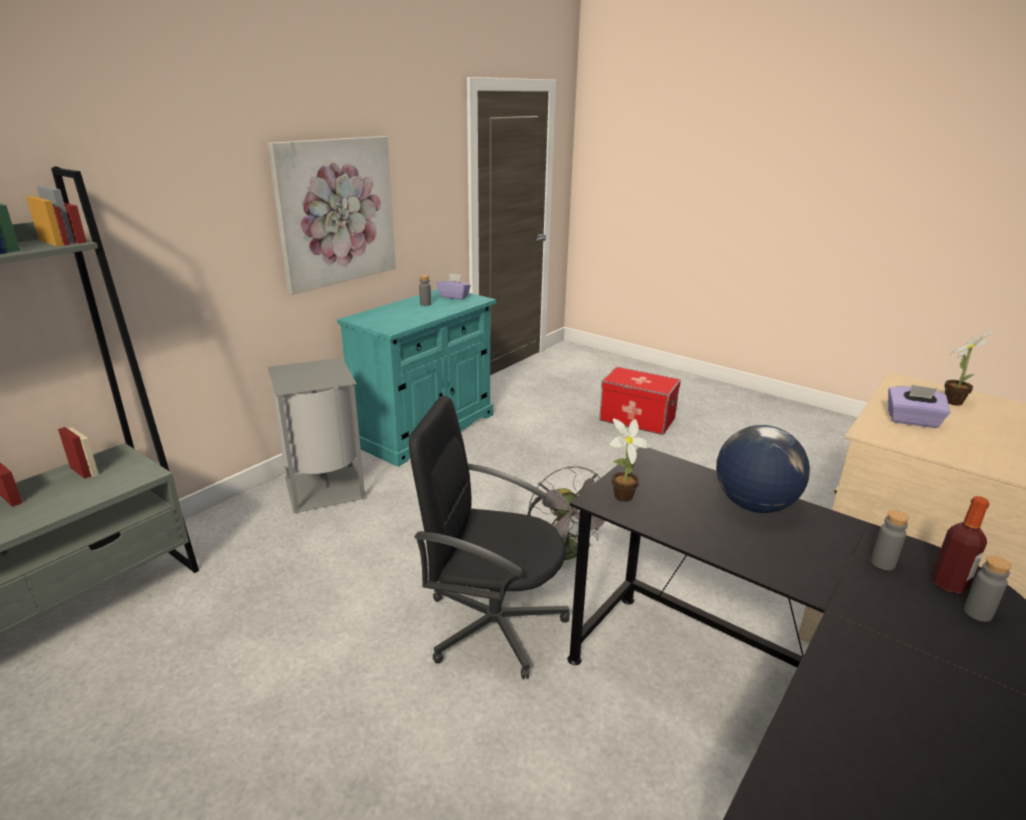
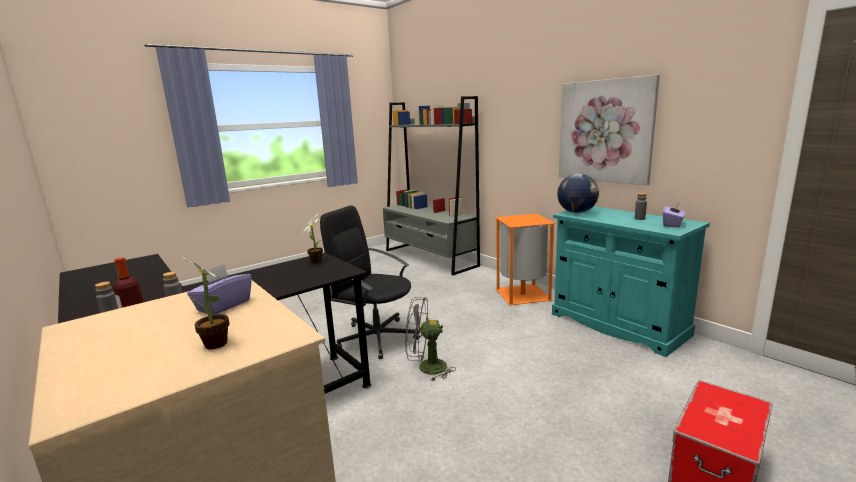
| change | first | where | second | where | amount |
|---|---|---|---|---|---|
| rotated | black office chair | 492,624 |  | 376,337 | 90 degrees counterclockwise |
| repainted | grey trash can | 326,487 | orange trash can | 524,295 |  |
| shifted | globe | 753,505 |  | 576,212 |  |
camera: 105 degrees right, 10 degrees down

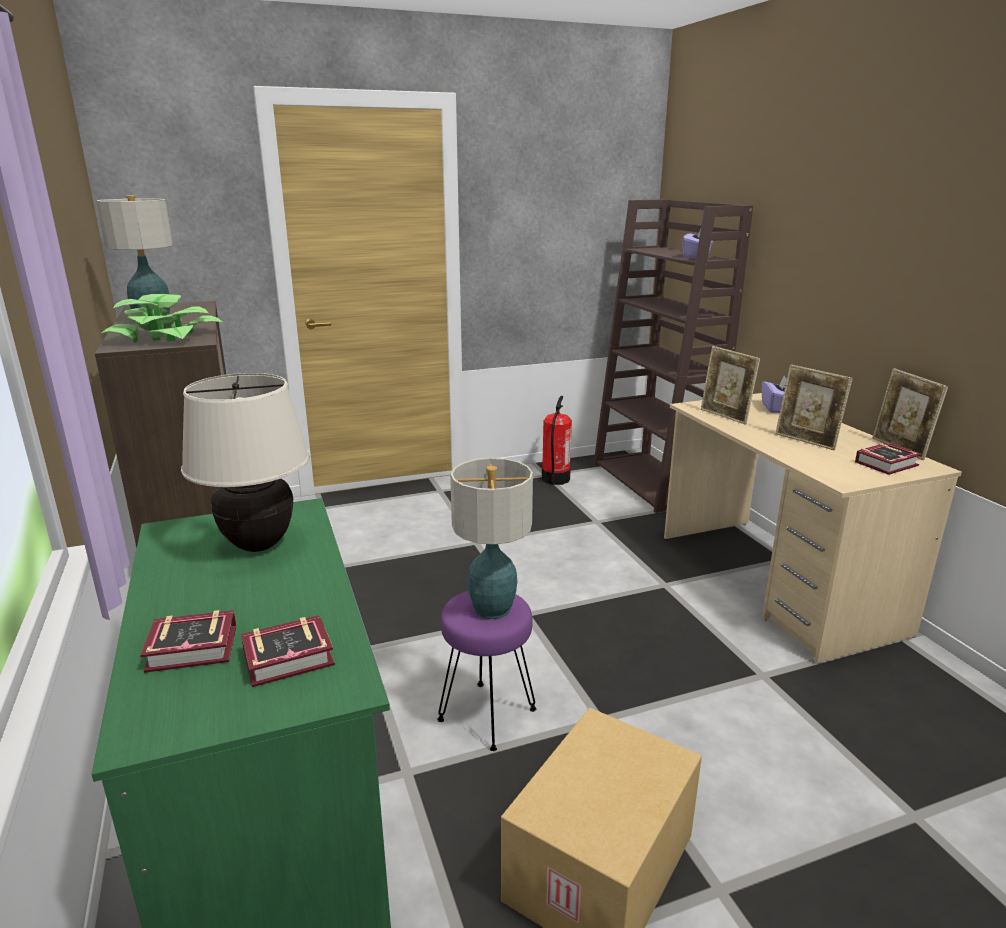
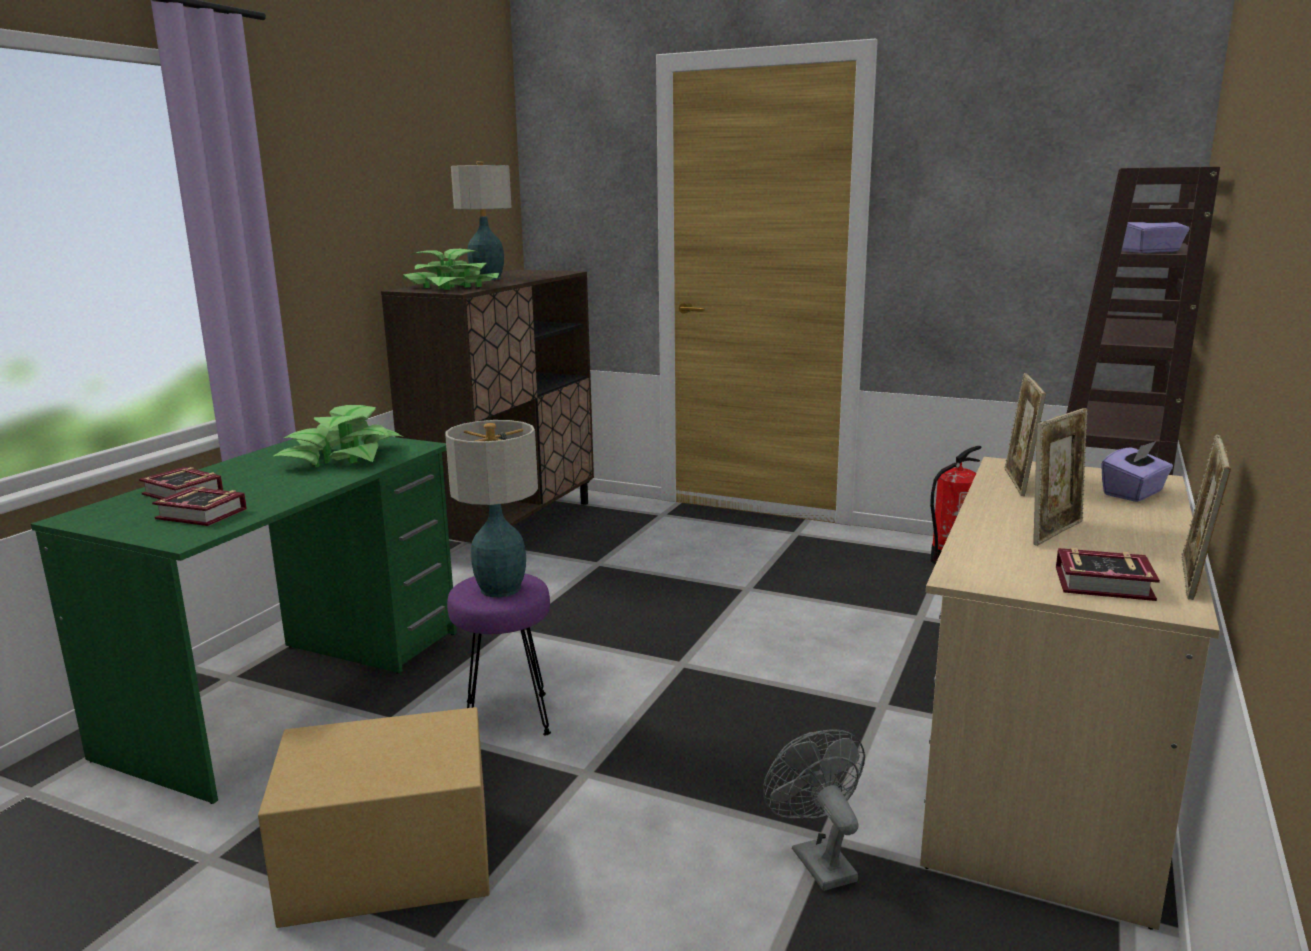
| change | first | where | second | where | amount |
|---|---|---|---|---|---|
| swapped | beige table lamp | 258,545 | potted plant | 342,457 |  |
| new |  |  | grey fan | 817,859 |  |
| rotated | picture frame | 806,441 |  | 1054,532 | 135 degrees counterclockwise |
camera: 45 degrees right, 5 degrees down

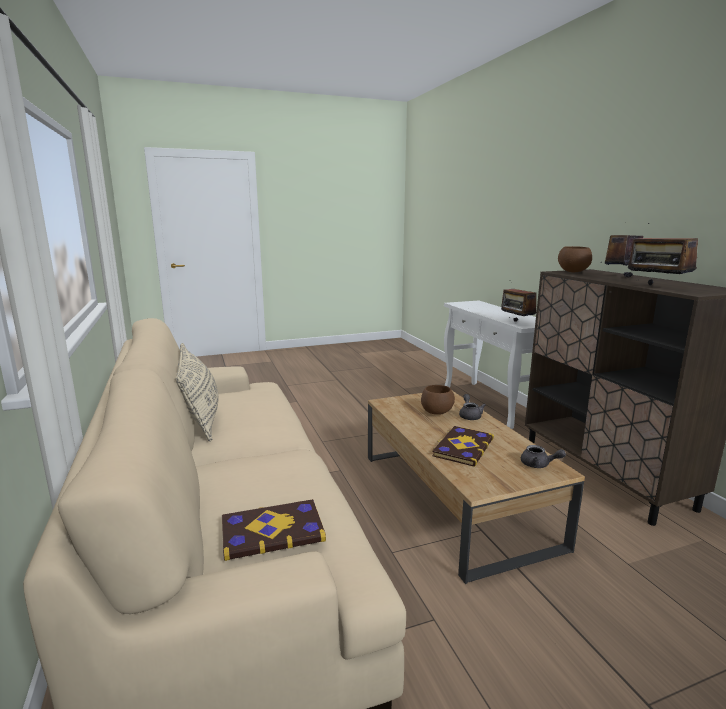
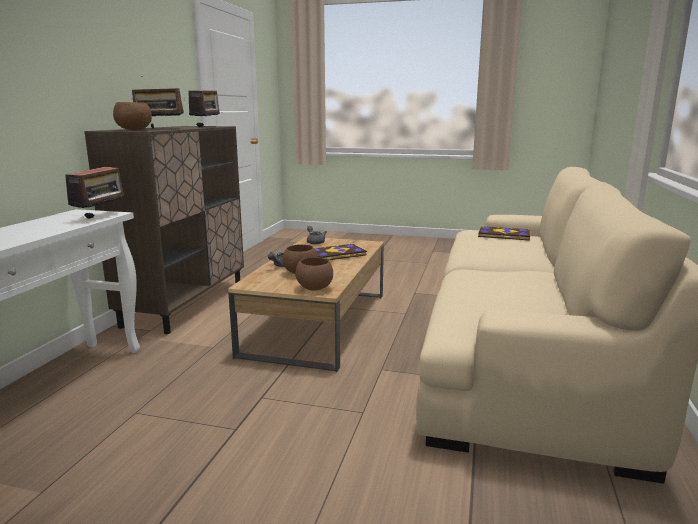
| change | first | where | second | where | amount |
|---|---|---|---|---|---|
| new |  |  | brown bowl | 314,289 |  |
| gone | beige pillow | 199,417 |  |  |  |
camera: 145 degrees left, 0 degrees up

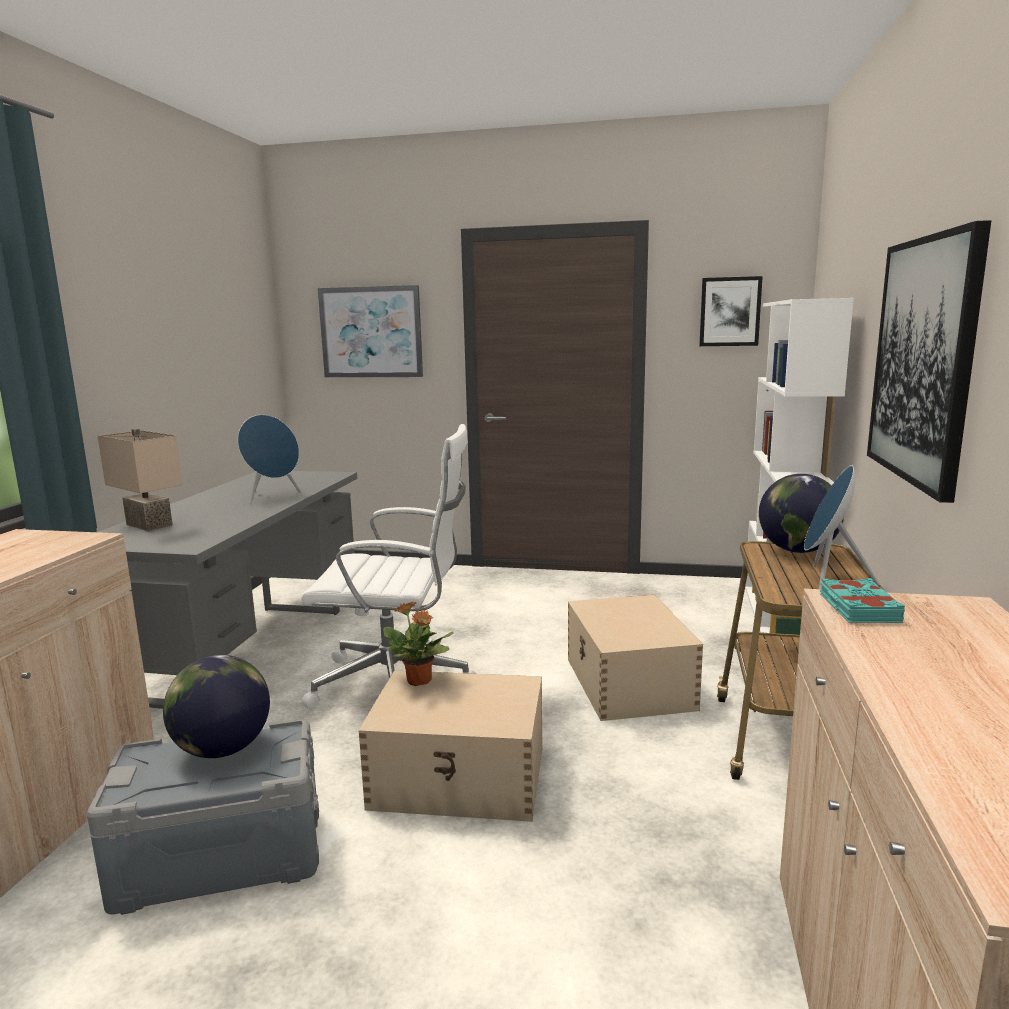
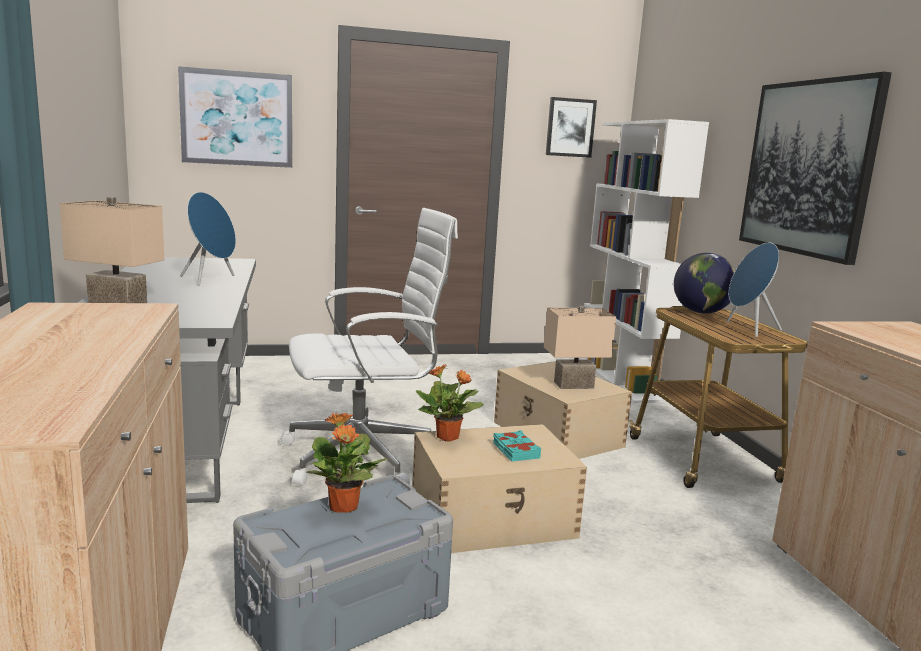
| change | first | where | second | where | amount |
|---|---|---|---|---|---|
| swapped | globe | 222,749 | potted plant | 343,507 |  |
| shifted | turquoise book | 858,608 |  | 515,451 |  |
| new |  |  | beige table lamp | 573,384 |  |
camera: 25 degrees left, 0 degrees up

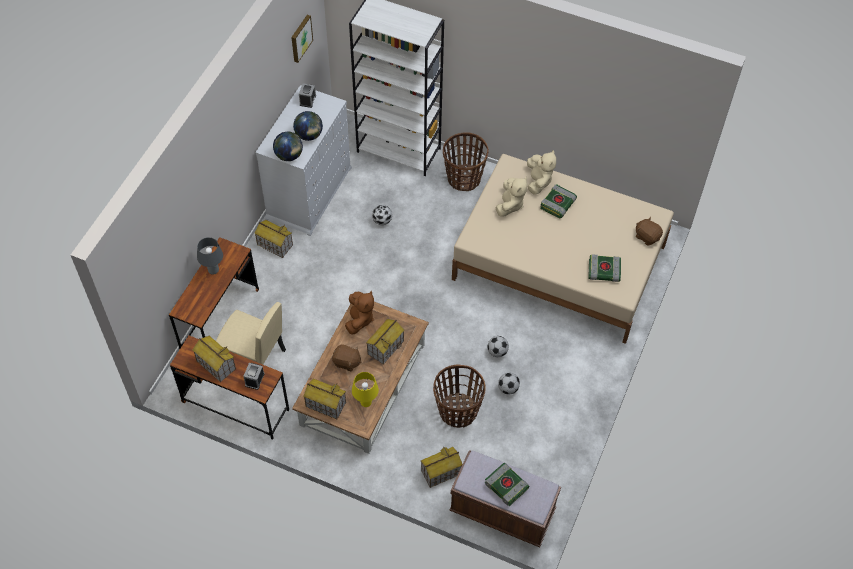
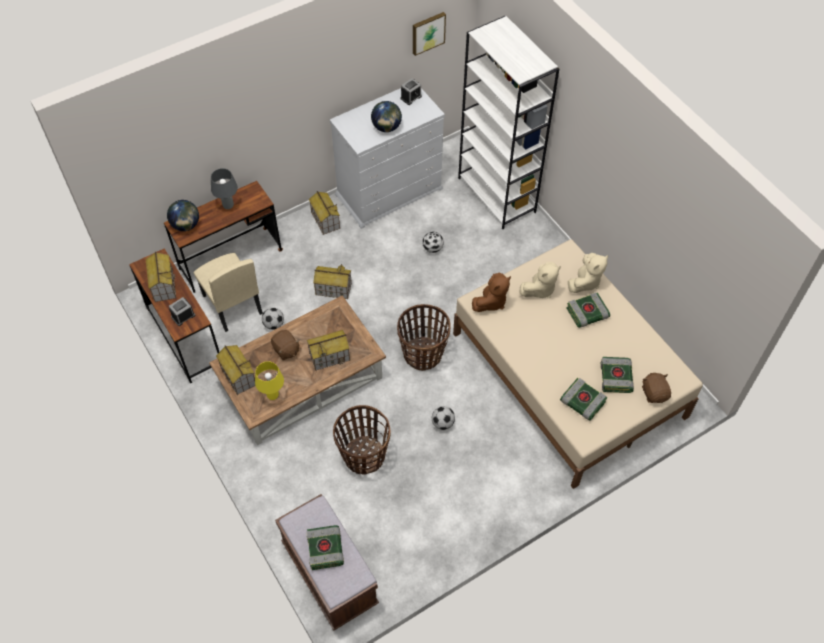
| change | first | where | second | where | amount |
|---|---|---|---|---|---|
| shifted | globe | 289,156 |  | 186,225 |  |
| shifted | football | 508,389 |  | 273,324 |  |
| shifted | toy house | 441,473 |  | 333,289 |  |
| shifted | basket | 463,178 |  | 423,354 |  |
| shifted | brown plush toy | 359,319 |  | 491,301 |  |
| new |  |  | book | 616,378 |  |
camera: 35 degrees right, 0 degrees up

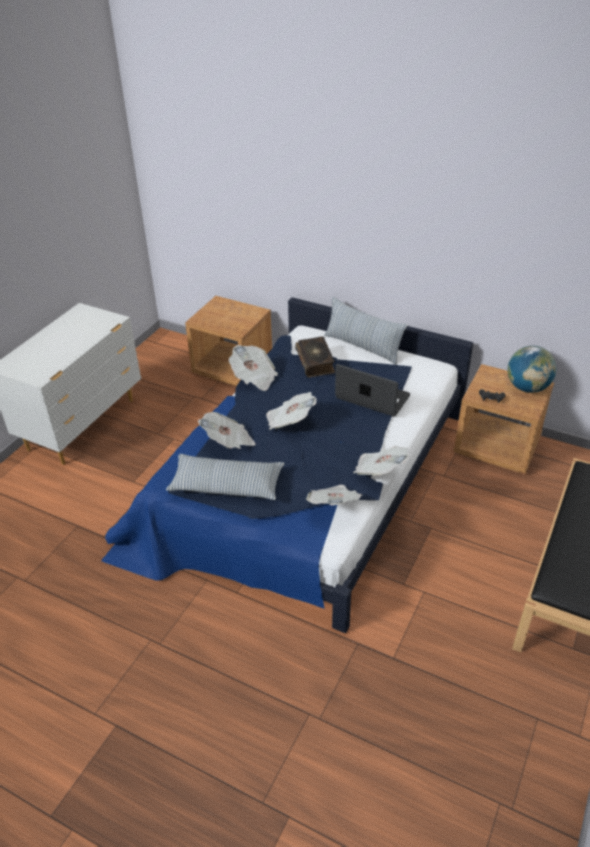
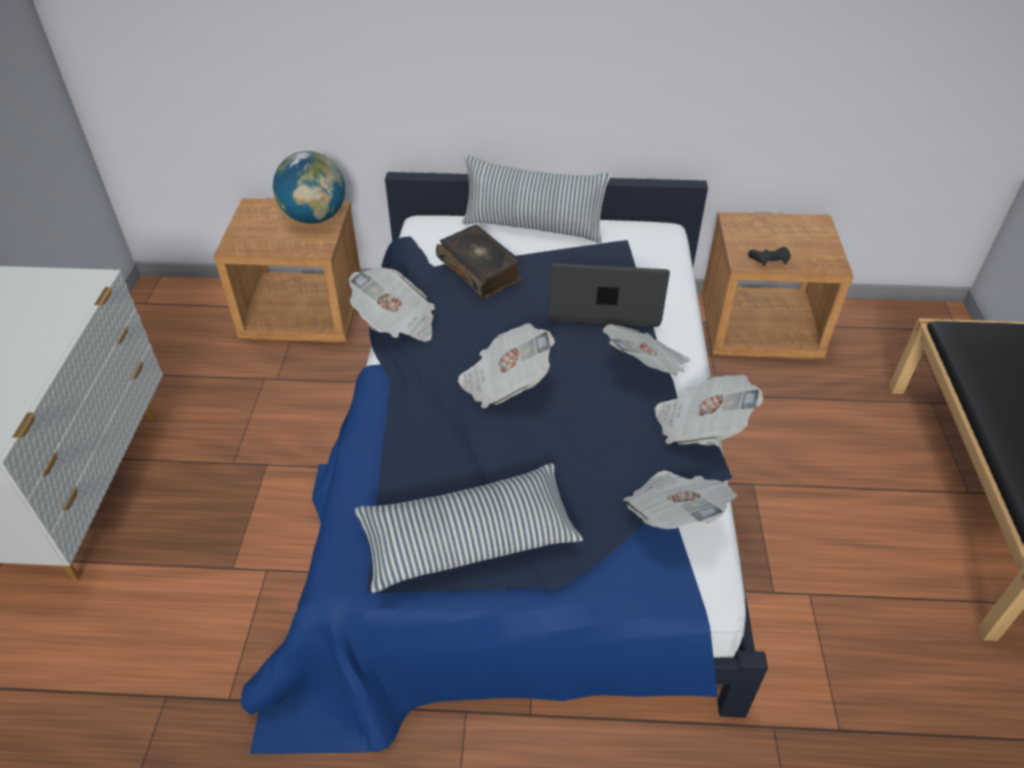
| change | first | where | second | where | amount |
|---|---|---|---|---|---|
| shifted | globe | 527,387 |  | 315,217 |  |
| shifted | newspaper | 228,442 |  | 646,367 |  |
camera: 25 degrees left, 5 degrees up

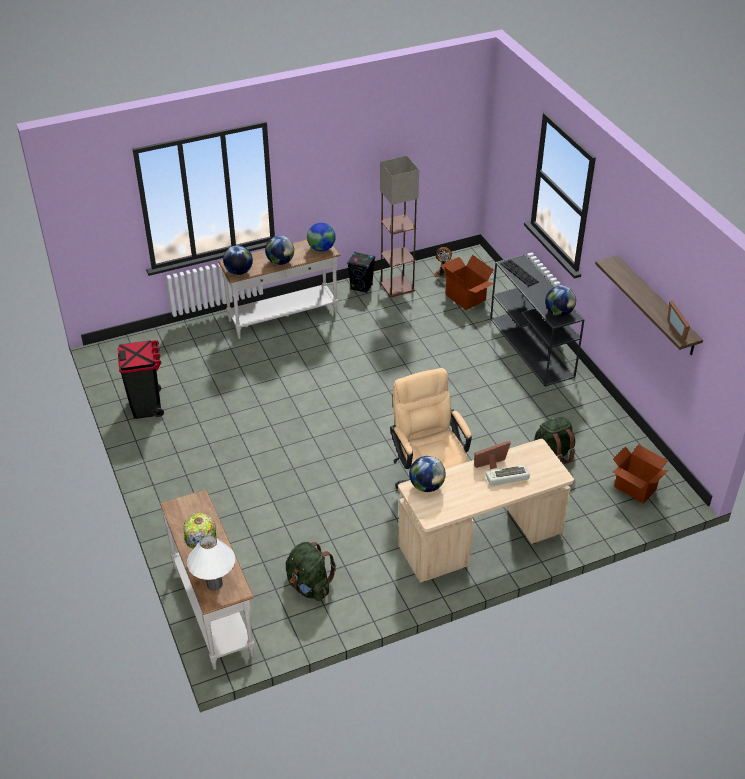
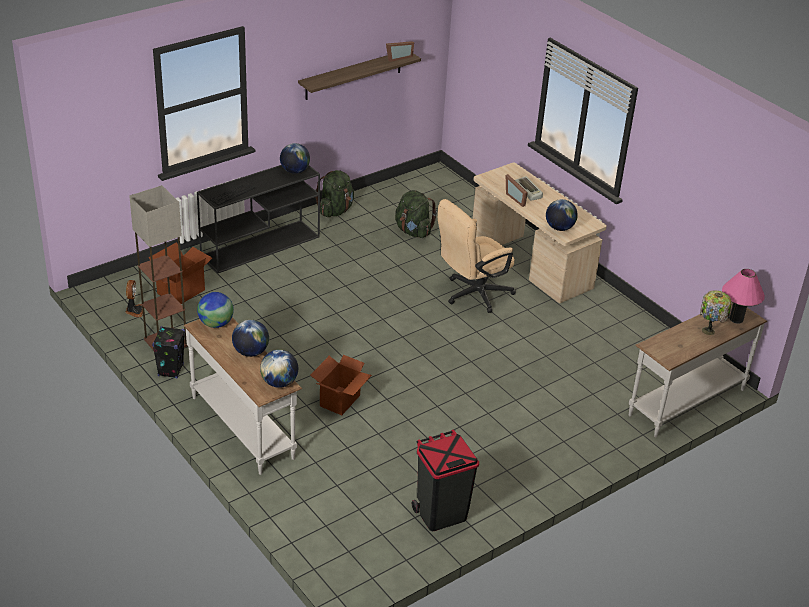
| change | first | where | second | where | amount |
|---|---|---|---|---|---|
| shifted | cardboard box | 635,488 |  | 340,401 |  |
| shifted | green backpack | 309,586 |  | 335,210 |  |
| repainted | white table lamp | 214,584 | pink table lamp | 736,319 |  |
camera: 105 degrees left, 5 degrees down

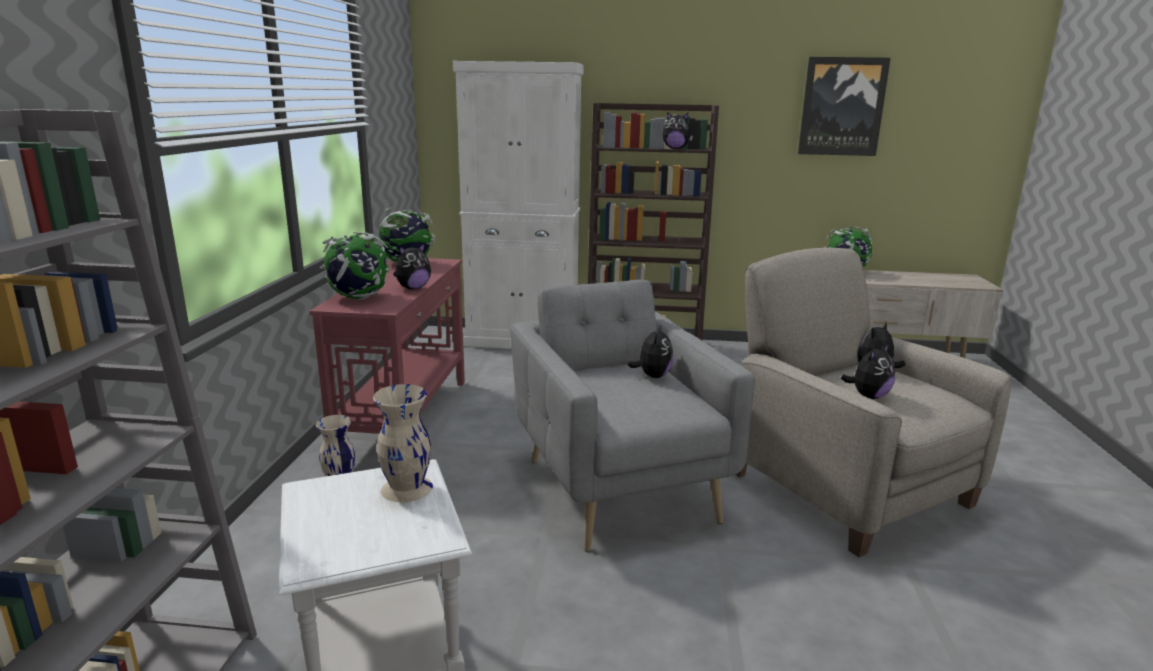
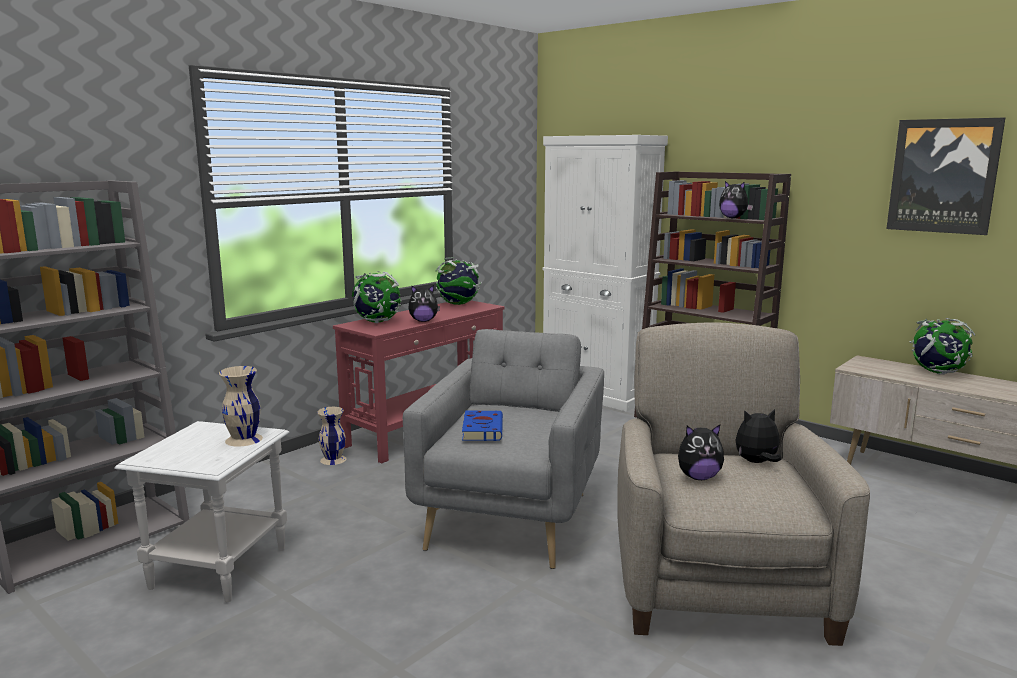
| change | first | where | second | where | amount |
|---|---|---|---|---|---|
| new |  |  | blue book | 482,429 |  |
| gone | plush toy | 652,376 |  |  |  |
camera: 35 degrees right, 5 degrees down

